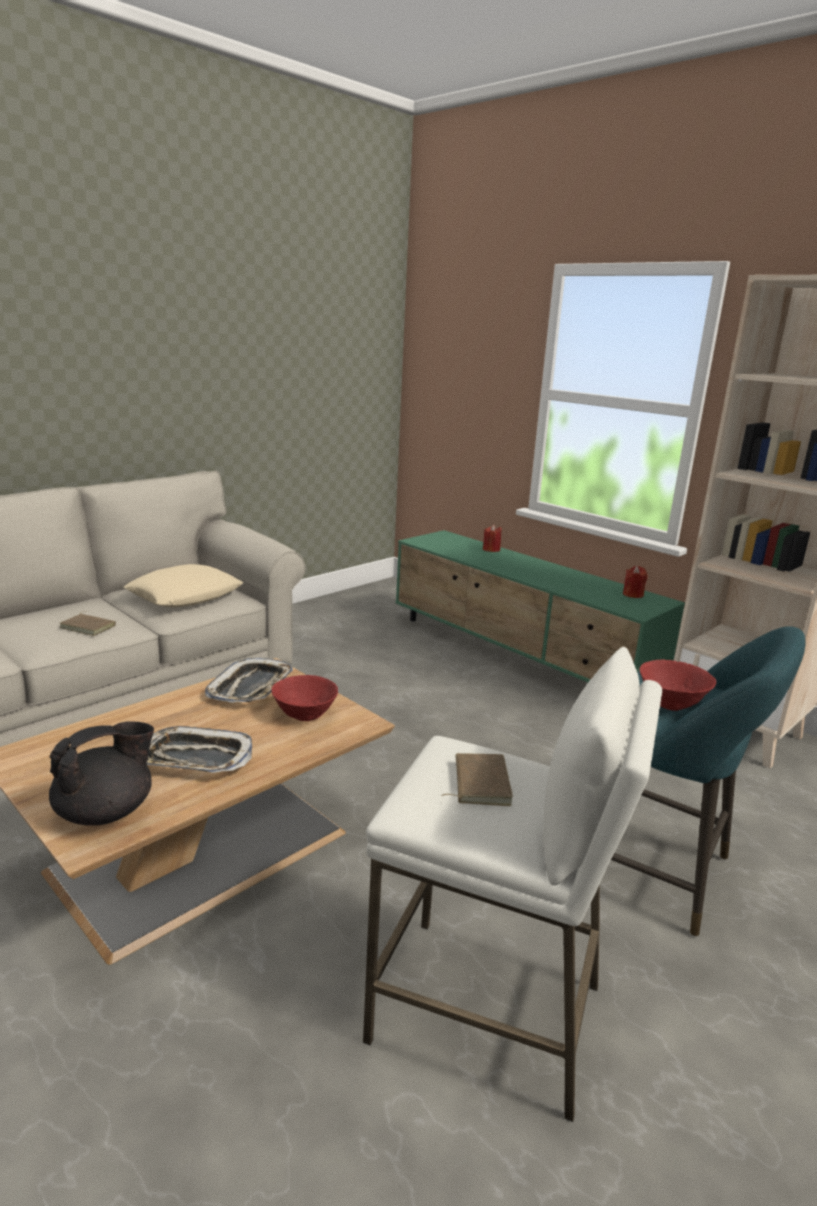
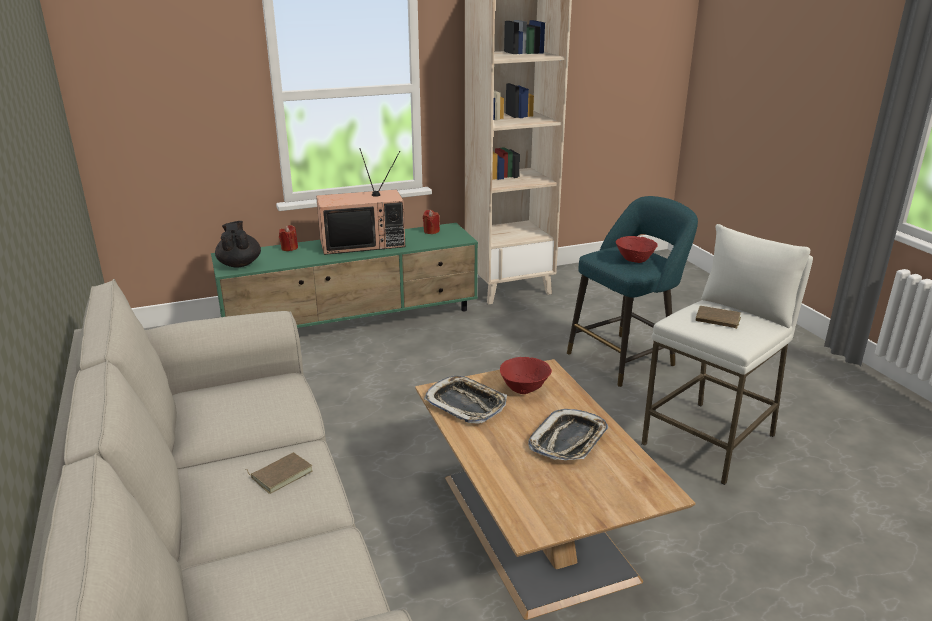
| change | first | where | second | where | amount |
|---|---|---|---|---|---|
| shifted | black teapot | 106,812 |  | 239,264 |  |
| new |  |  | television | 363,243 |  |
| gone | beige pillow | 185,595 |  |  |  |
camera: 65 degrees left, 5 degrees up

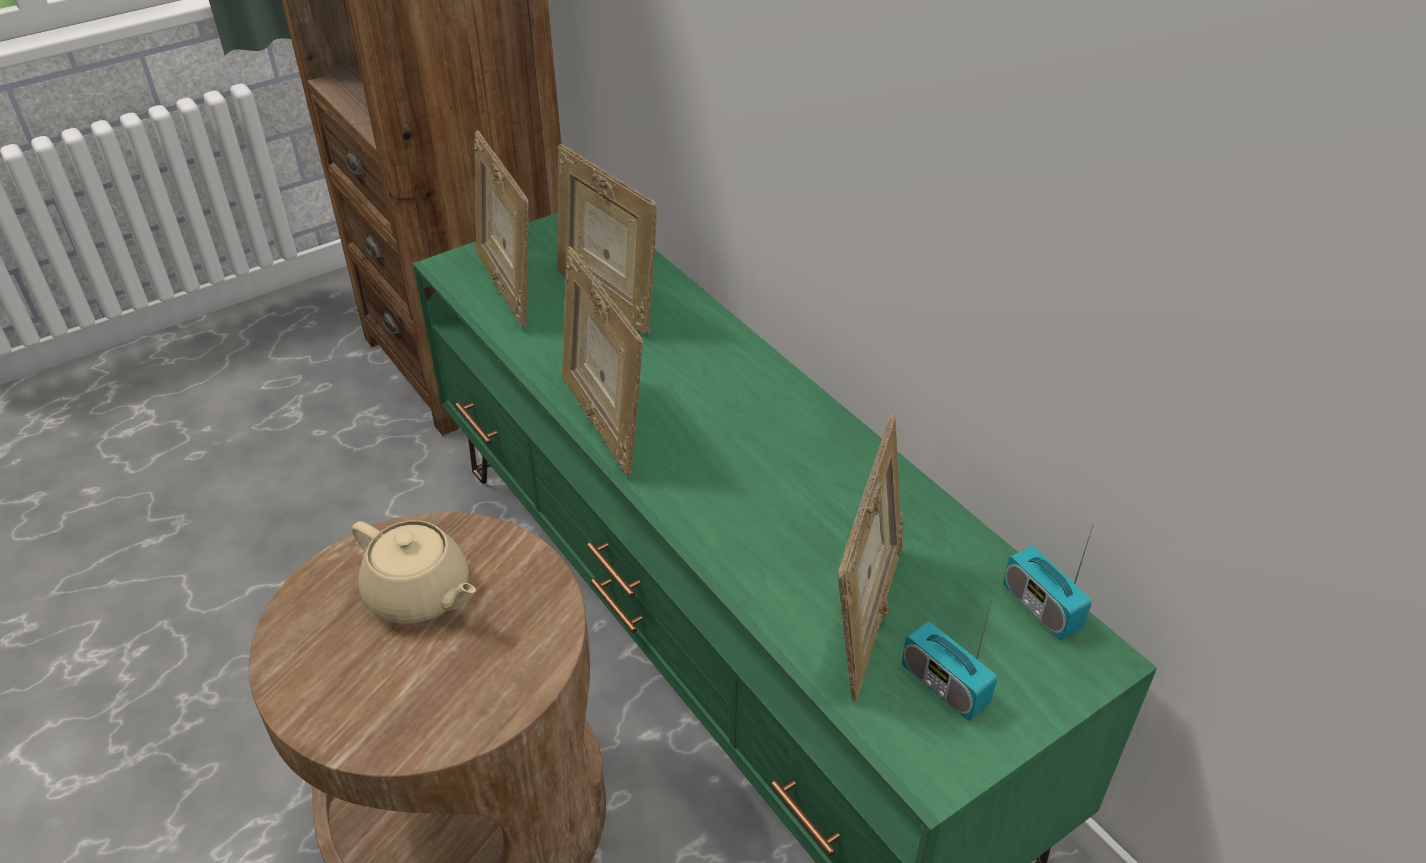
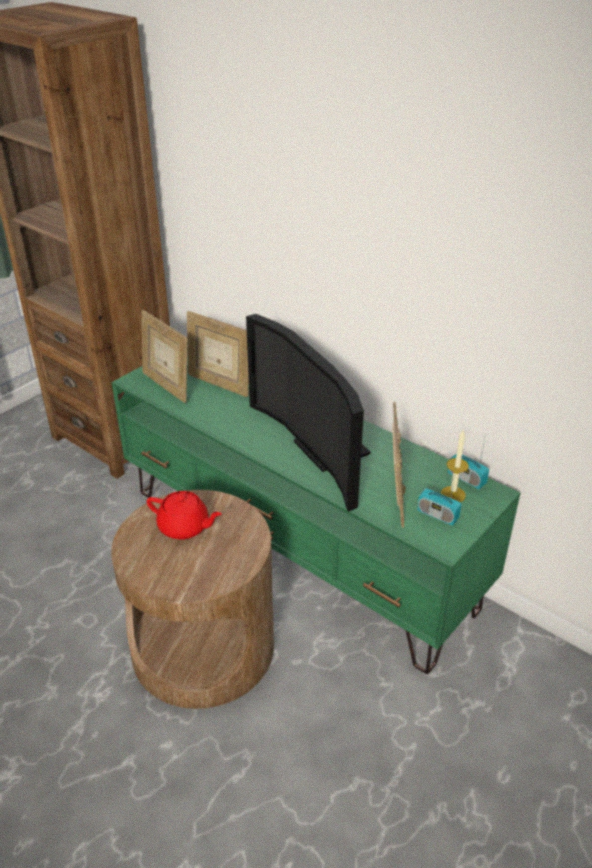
| change | first | where | second | where | amount |
|---|---|---|---|---|---|
| repainted | beige teapot | 419,595 | red teapot | 184,527 |  |
| new |  |  | television | 321,450 |  |
| new |  |  | candle | 453,494 |  |
| gone | picture frame | 603,422 |  |  |  |
camera: 15 degrees left, 5 degrees down

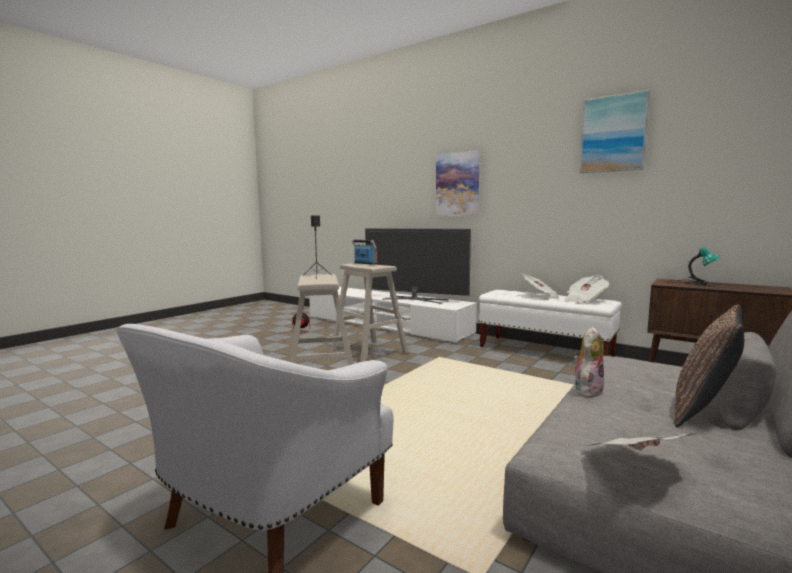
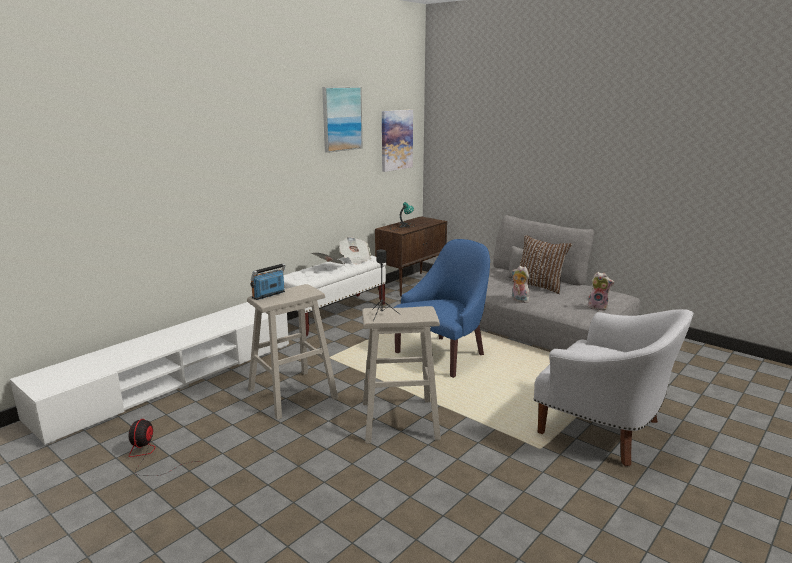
| change | first | where | second | where | amount |
|---|---|---|---|---|---|
| shifted | picture | 457,184 |  | 396,140 |  |
| new |  |  | blue armchair | 444,355 |  |
| swapped | newspaper | 633,465 | plush toy | 598,307 |  |
| gone | television | 415,299 |  |  |  |
camera: 85 degrees left, 10 degrees up

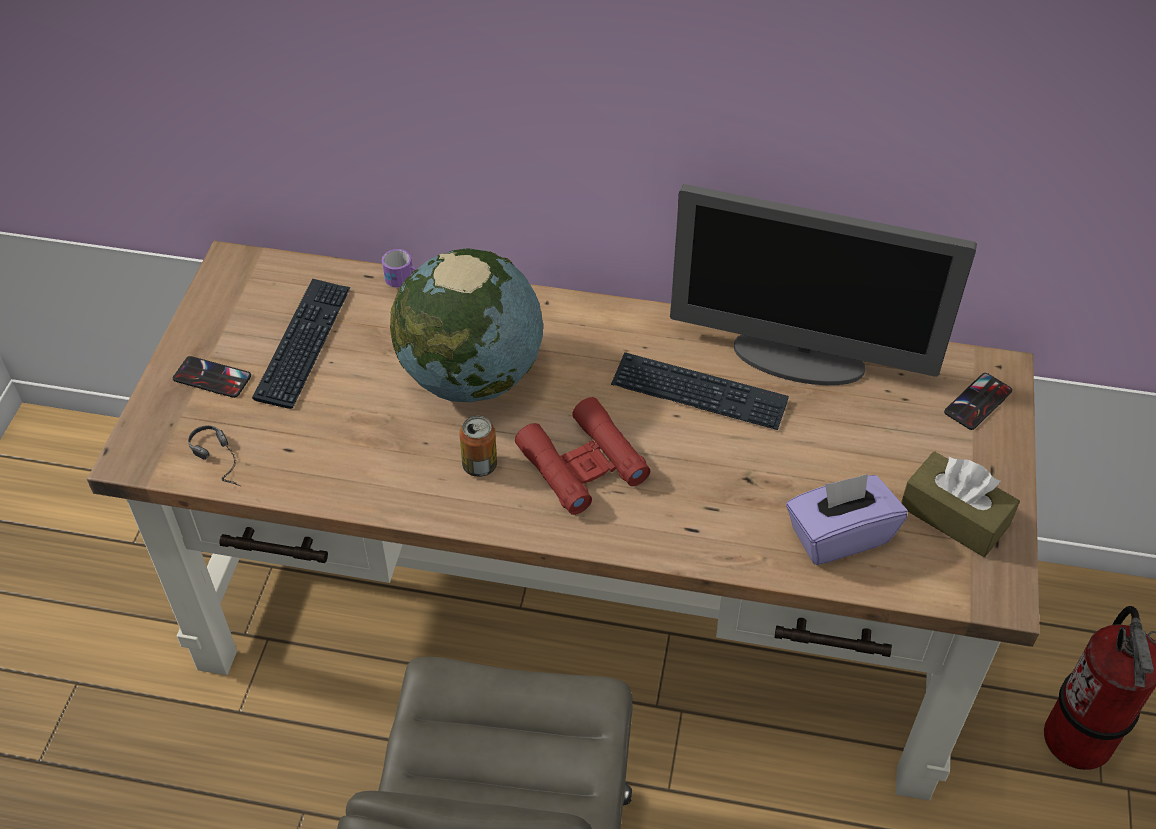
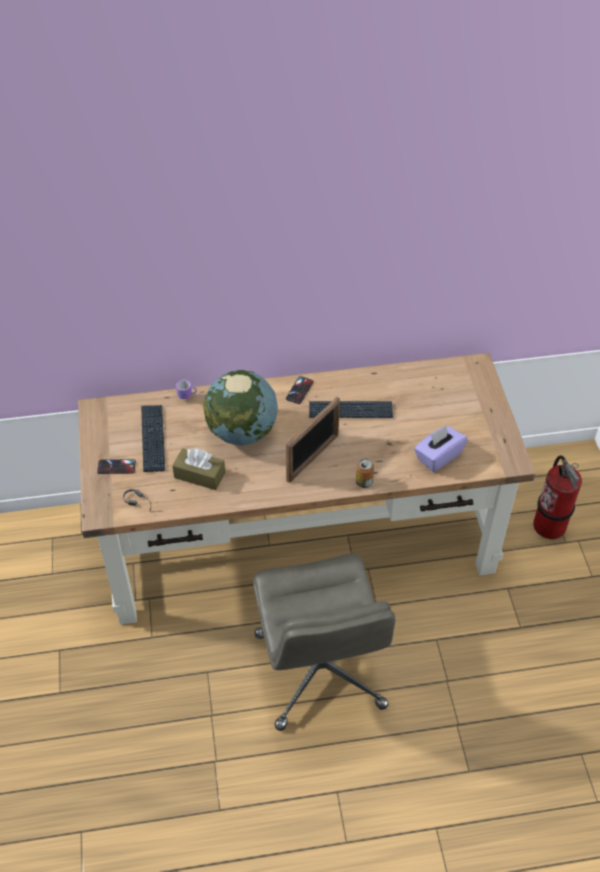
| change | first | where | second | where | amount |
|---|---|---|---|---|---|
| shifted | brown tissue box | 954,516 |  | 199,475 |  |
| shifted | phone | 978,402 |  | 299,390 |  |
| swapped | red binoculars | 582,464 | picture frame | 313,458 |  |
| shifted | can | 480,465 |  | 364,482 |  |
| gone | monitor | 799,359 |  |  |  |
camera: 20 degrees left, 0 degrees up

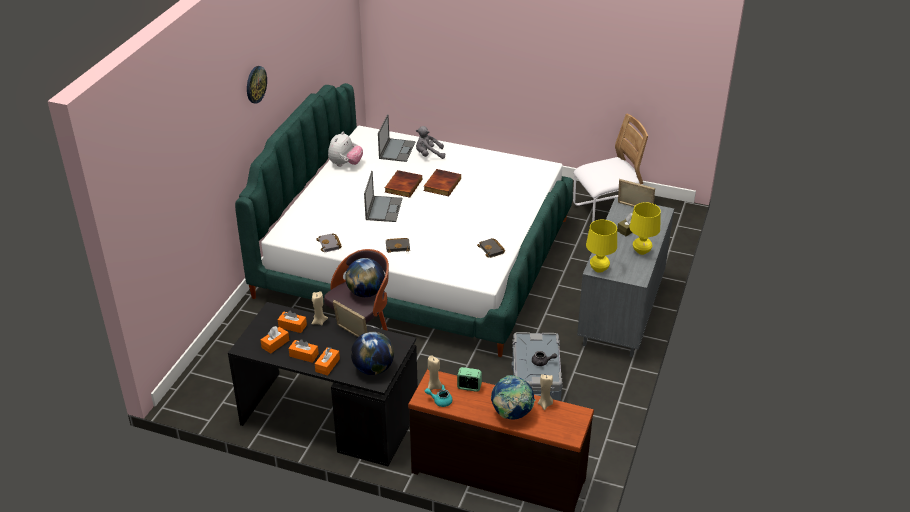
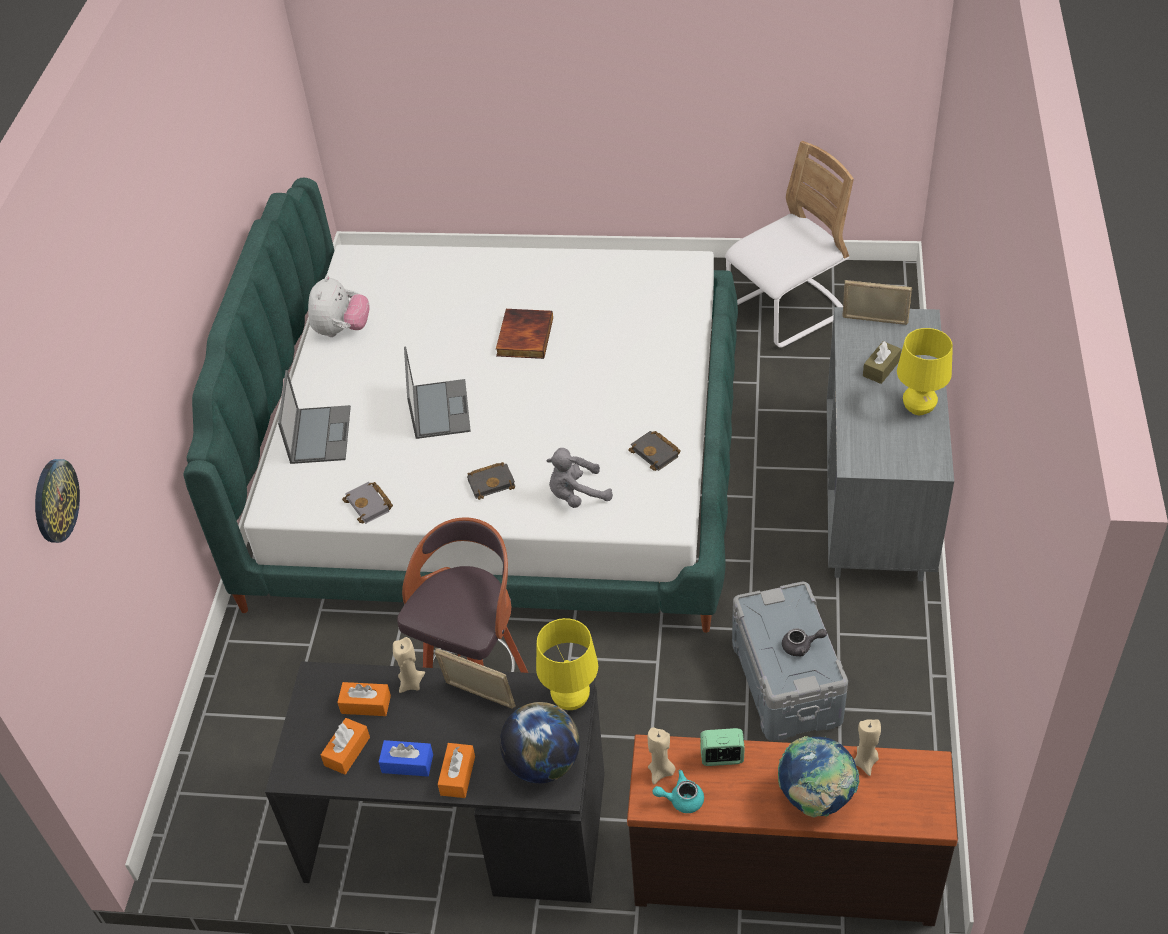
| change | first | where | second | where | amount |
|---|---|---|---|---|---|
| shifted | wall clock | 255,84 |  | 54,500 |  |
| shifted | laptop | 397,150 |  | 320,434 |  |
| repainted | orange tissue box | 304,355 | blue tissue box | 407,763 |  |
| shifted | yellow table lamp | 599,269 |  | 571,700 |  |
| shifted | grey plush toy | 428,155 |  | 576,495 |  |
| gone | globe | 366,293 |  |  |  |
| gone | book | 403,185 |  |  |  |
camera: 10 degrees left, 10 degrees up

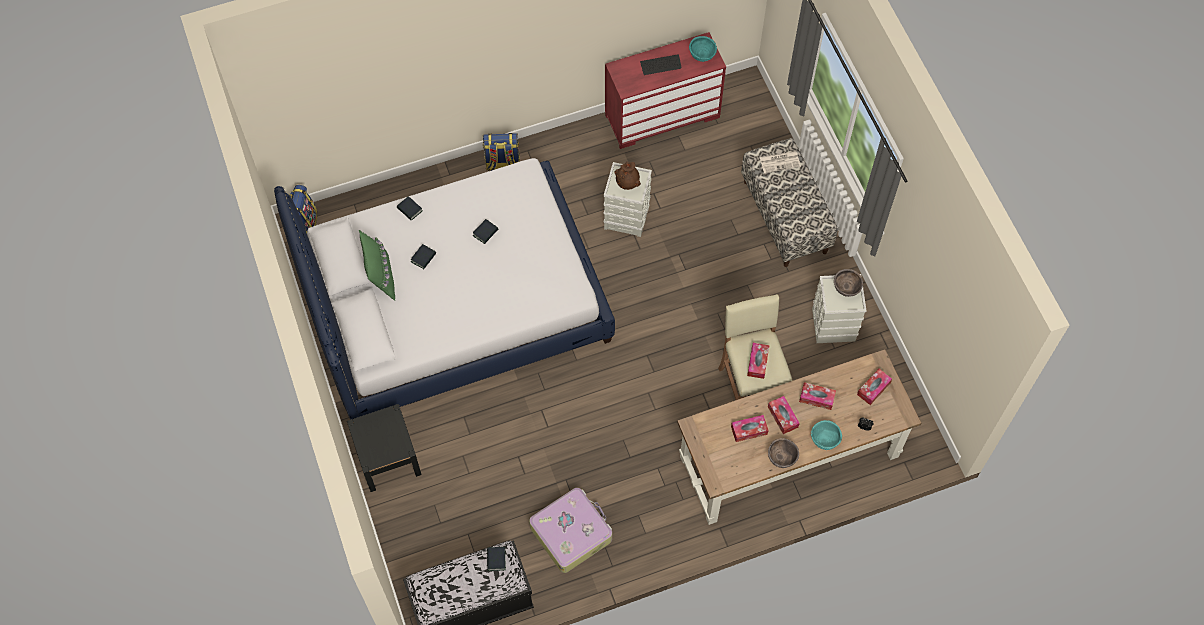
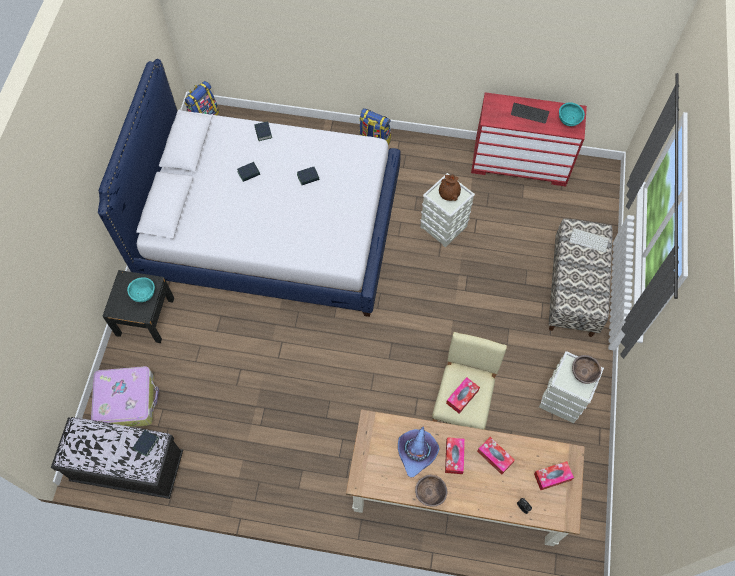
| change | first | where | second | where | amount |
|---|---|---|---|---|---|
| shifted | suitcase | 571,532 |  | 126,400 |  |
| shifted | turquoise bowl | 824,440 |  | 144,295 |  |
| swapped | tissue box | 749,430 | purple hat | 417,452 |  |
| swapped | newspaper | 780,162 | keyboard | 589,240 |  |
| gone | green pillow | 380,277 |  |  |  |
camera: 30 degrees right, 0 degrees up

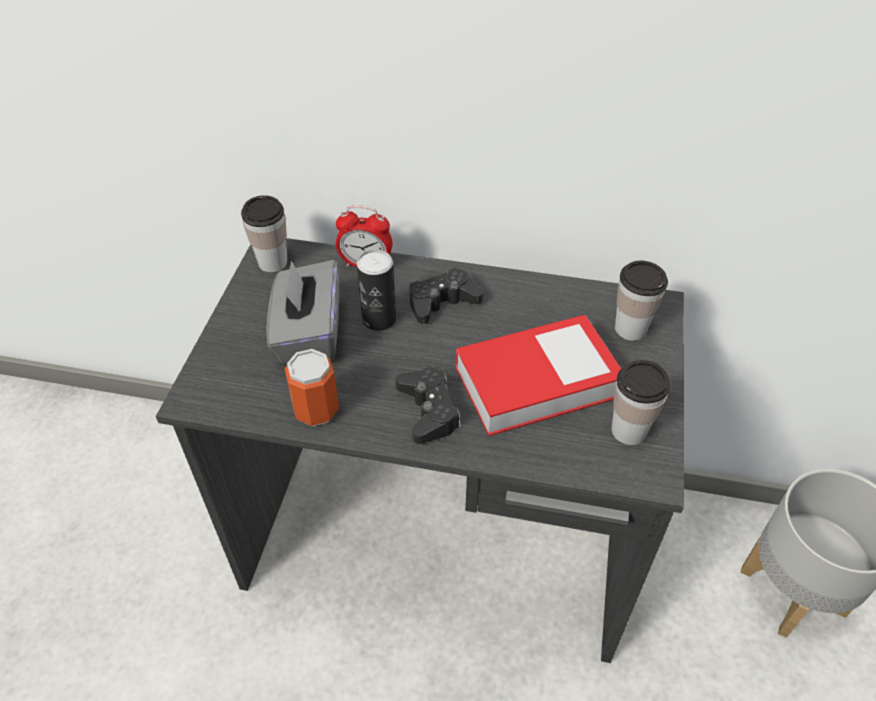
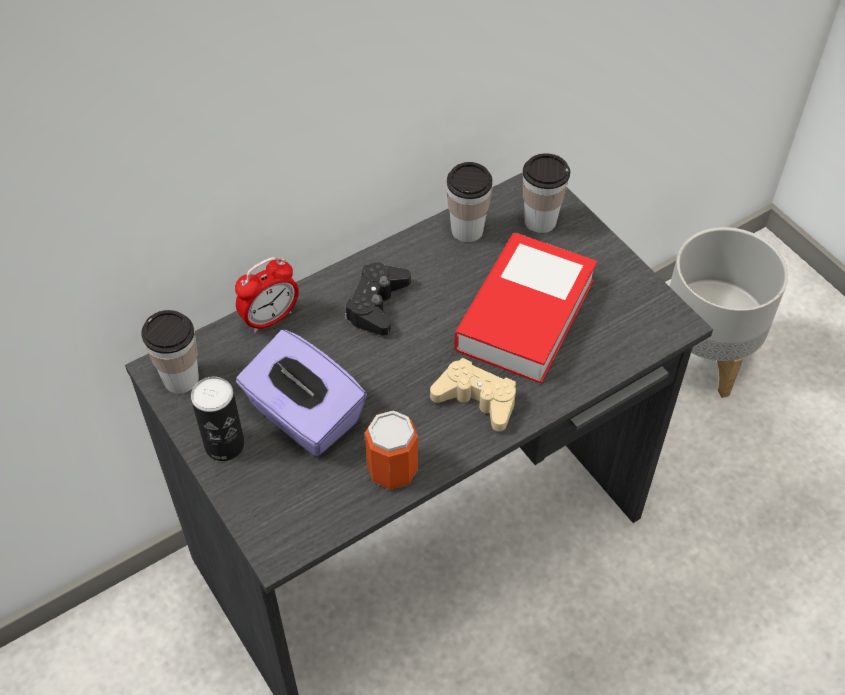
| change | first | where | second | where | amount |
|---|---|---|---|---|---|
| shifted | can | 379,319 |  | 224,445 |  |
| repainted | grey tissue box | 309,335 | purple tissue box | 303,416 |  |
| repainted | black game controller | 428,410 | beige game controller | 476,400 |  |
| shifted | cup | 628,430 |  | 467,230 |  |
camera: 45 degrees left, 5 degrees up

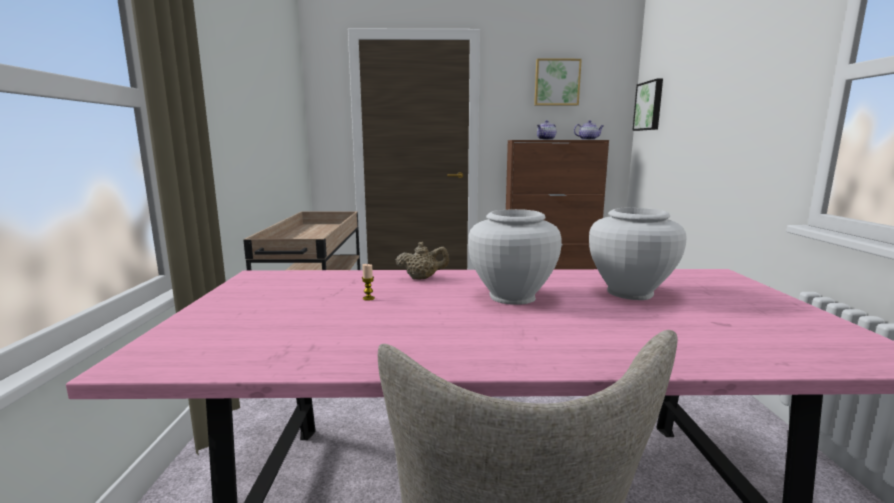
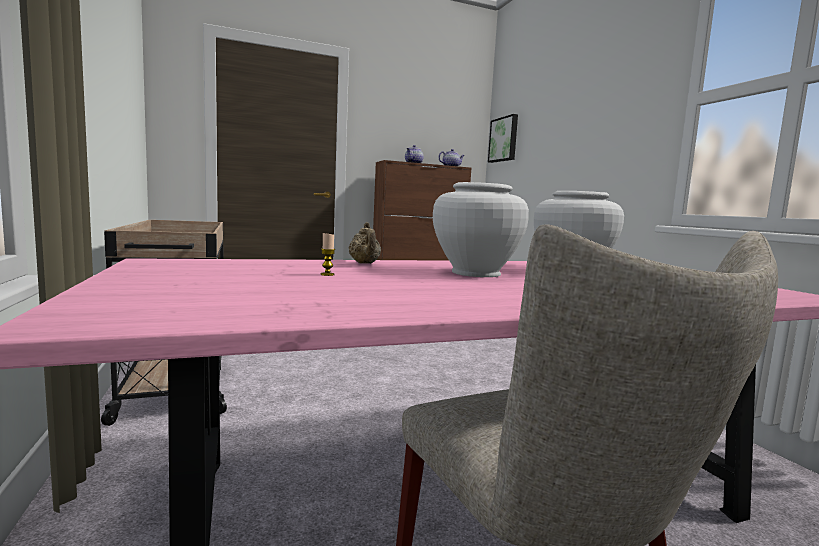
| change | first | where | second | where | amount |
|---|---|---|---|---|---|
| rotated | beige teapot | 422,278 |  | 364,264 | 90 degrees clockwise |
| gone | picture | 556,82 |  |  |  |
camera: 20 degrees left, 5 degrees down

